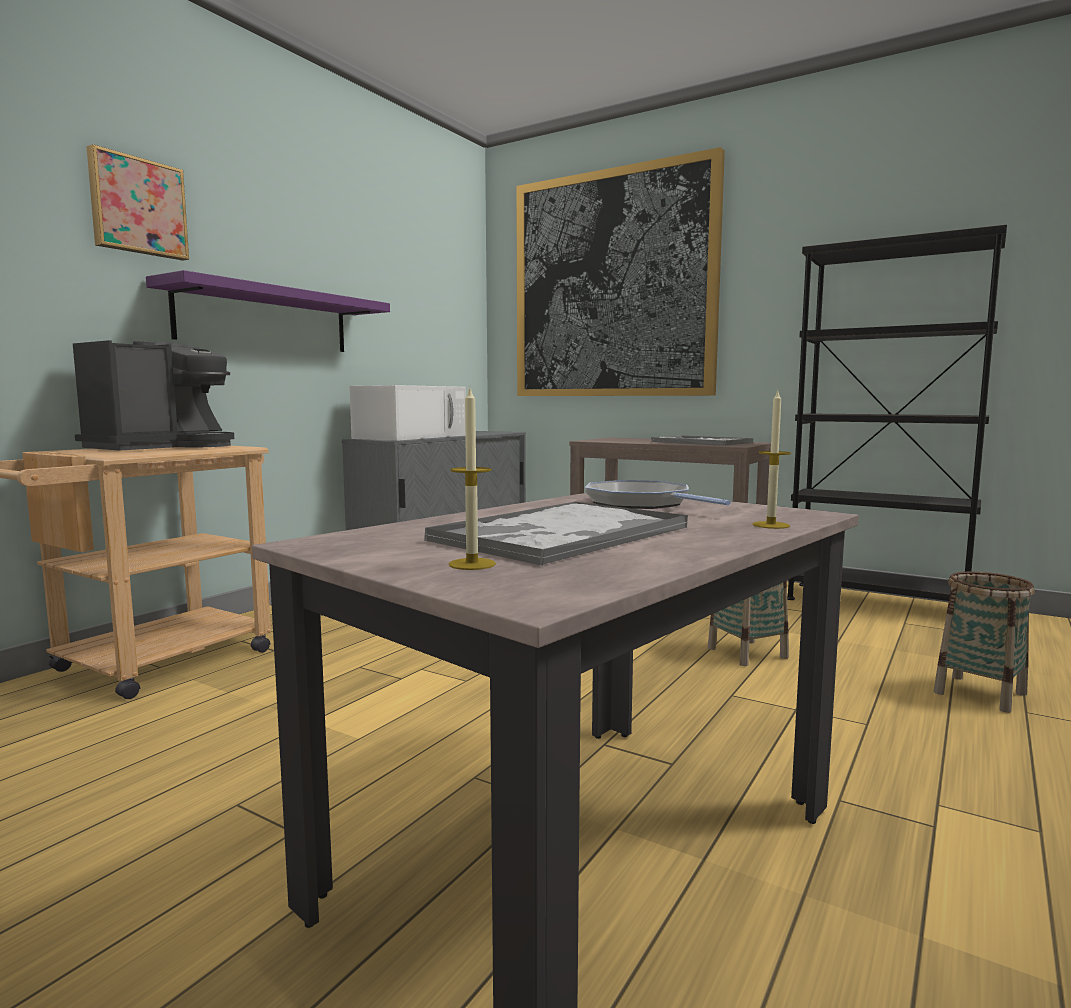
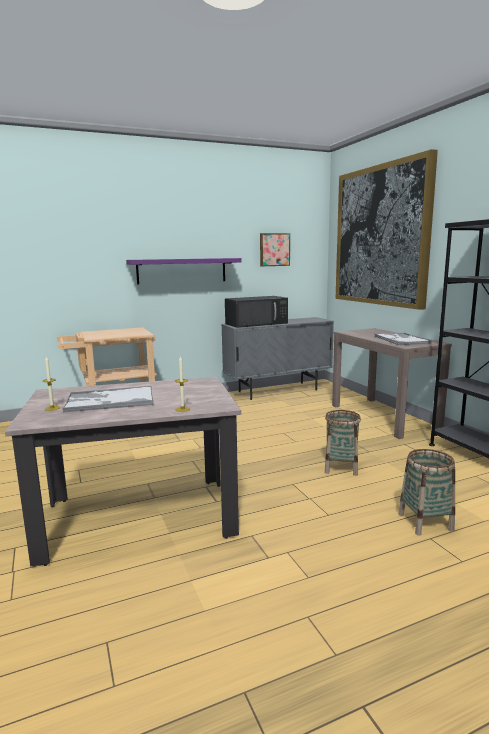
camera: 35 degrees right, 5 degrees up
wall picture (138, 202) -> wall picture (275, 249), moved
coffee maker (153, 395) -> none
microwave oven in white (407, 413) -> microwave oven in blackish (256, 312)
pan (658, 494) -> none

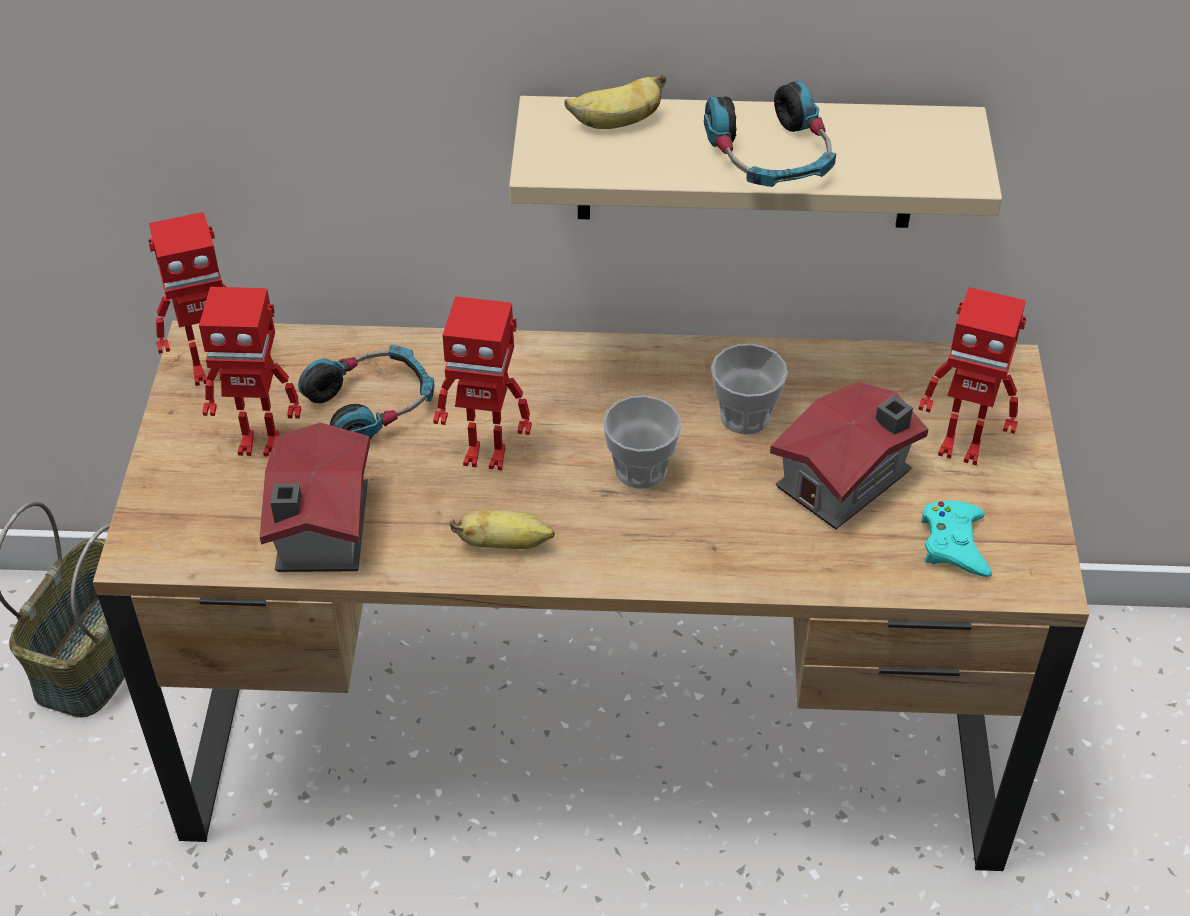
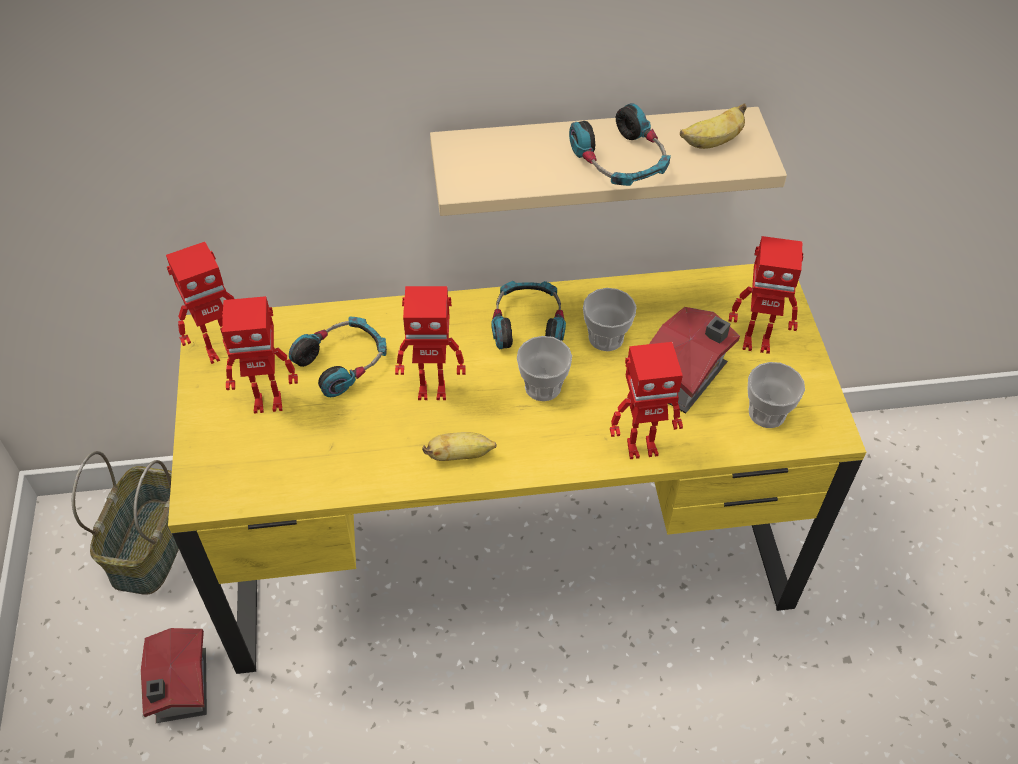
camera: 10 degrees left, 5 degrees up
banana fruit (615, 101) -> banana fruit (713, 126), moved
desk in brown-coloured (591, 596) -> desk in yellow (517, 469)
toy house (315, 497) -> toy house (174, 675), moved
game controller in blue-green (956, 538) -> small cup (776, 395)
none -> pair of headphones (528, 315)
none -> model robot (646, 400)

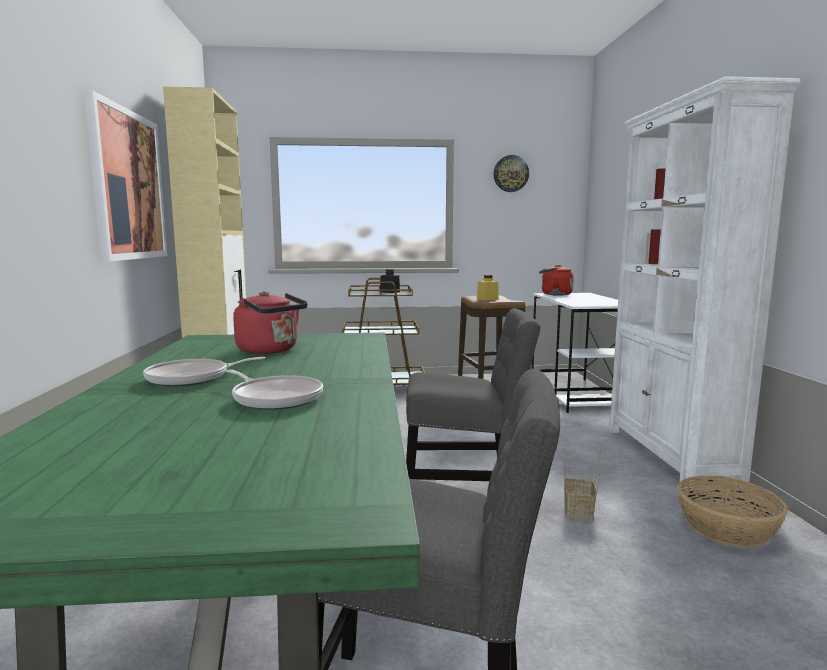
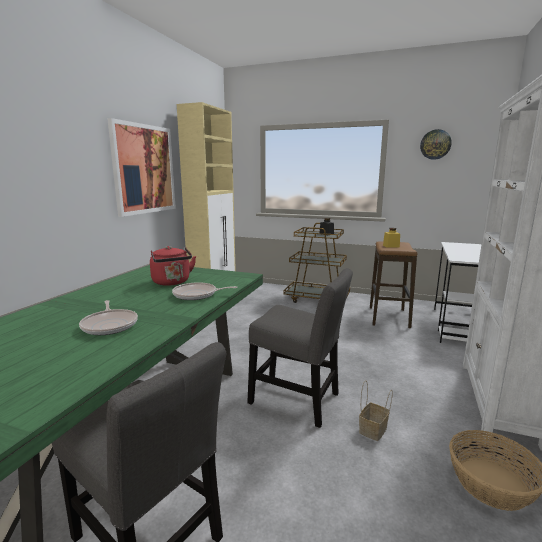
camera: 25 degrees right, 5 degrees up
kettle in red (556, 280) -> none
pan (204, 371) -> pan (205, 291), moved

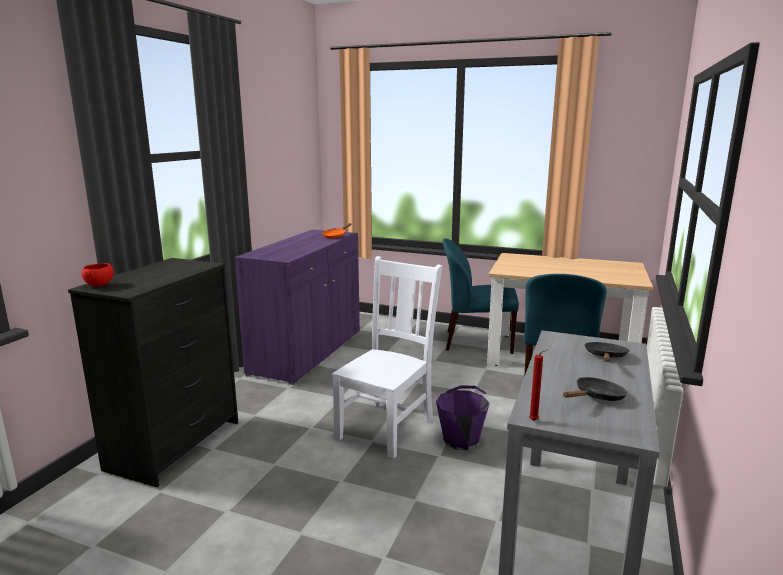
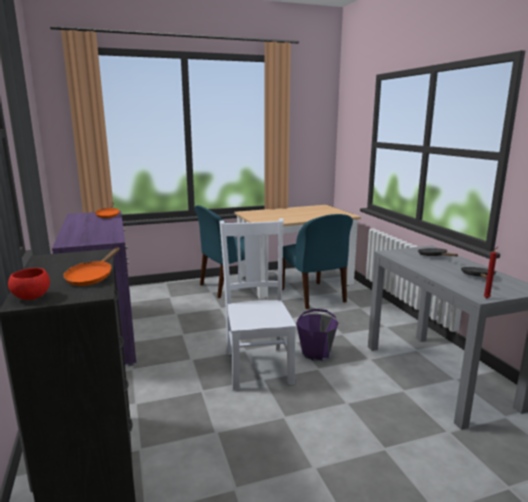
camera: 40 degrees left, 0 degrees up
none -> pan in orange-coloured (91, 266)

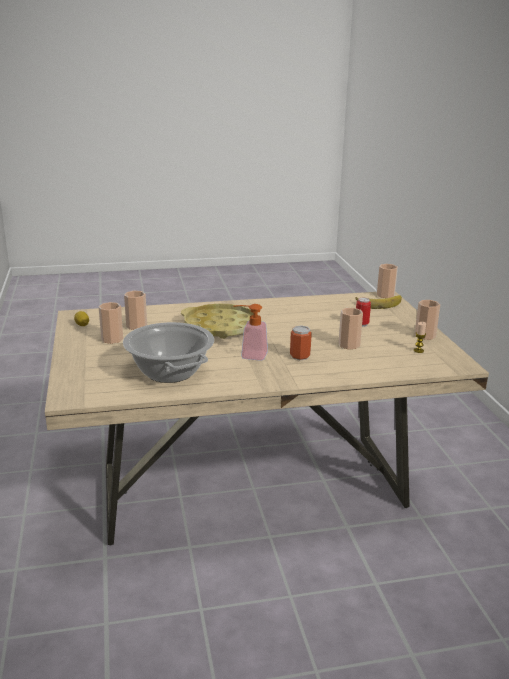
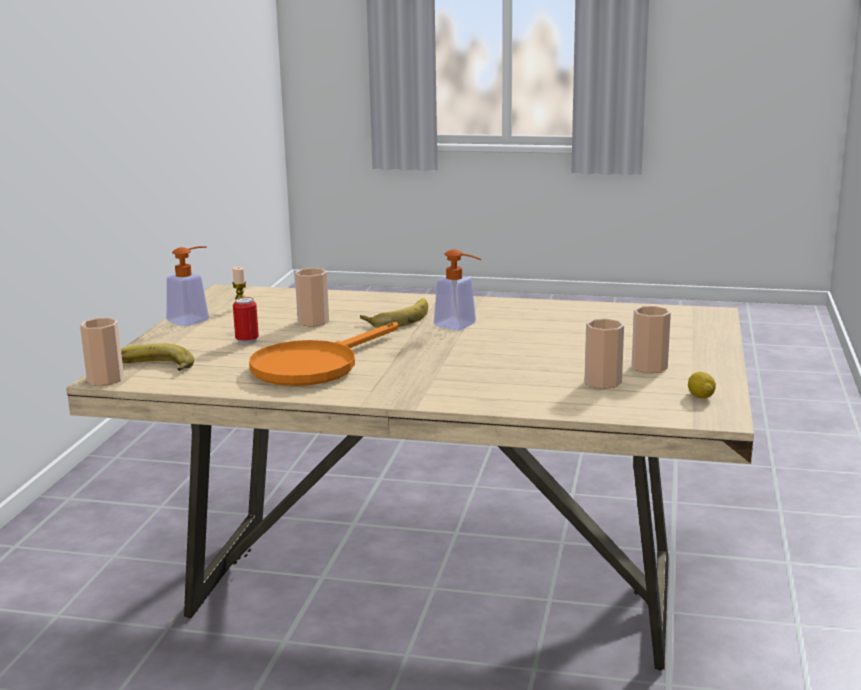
camera: 155 degrees left, 5 degrees down
small cup (427, 320) -> liquid soap bottle (187, 286)
carrying tray in yellow (217, 321) -> none
cooking pot (168, 352) -> none
metal can (301, 342) -> banana fruit (394, 313)
none -> pan in orange-coloured (323, 354)

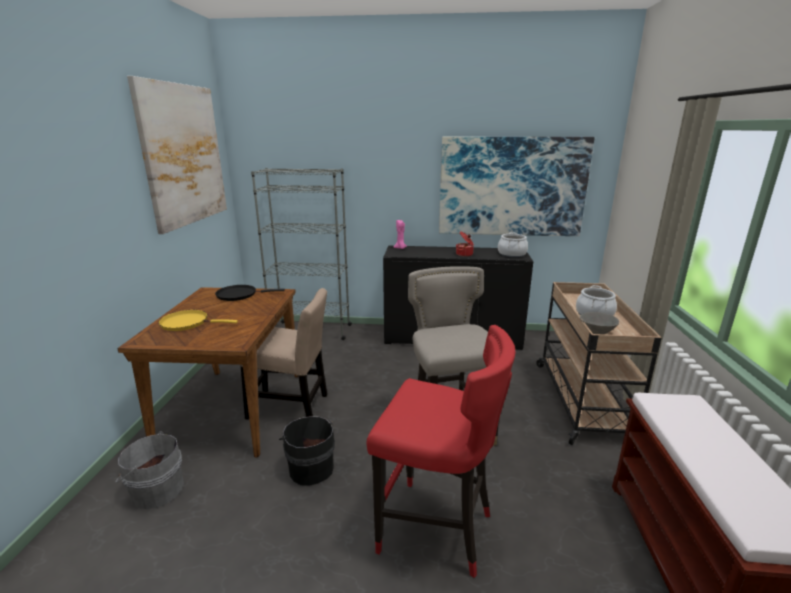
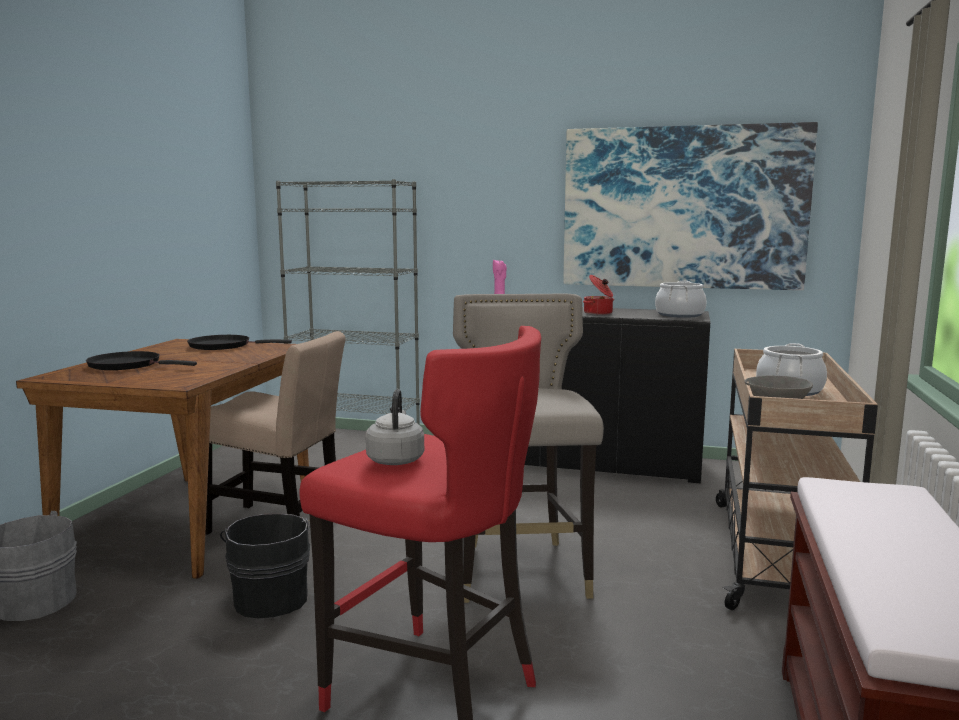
camera: 10 degrees right, 10 degrees down
wall picture (177, 155) -> none
pan in yellow (198, 320) -> pan in blackish (141, 360)
none -> kettle in gray (395, 427)

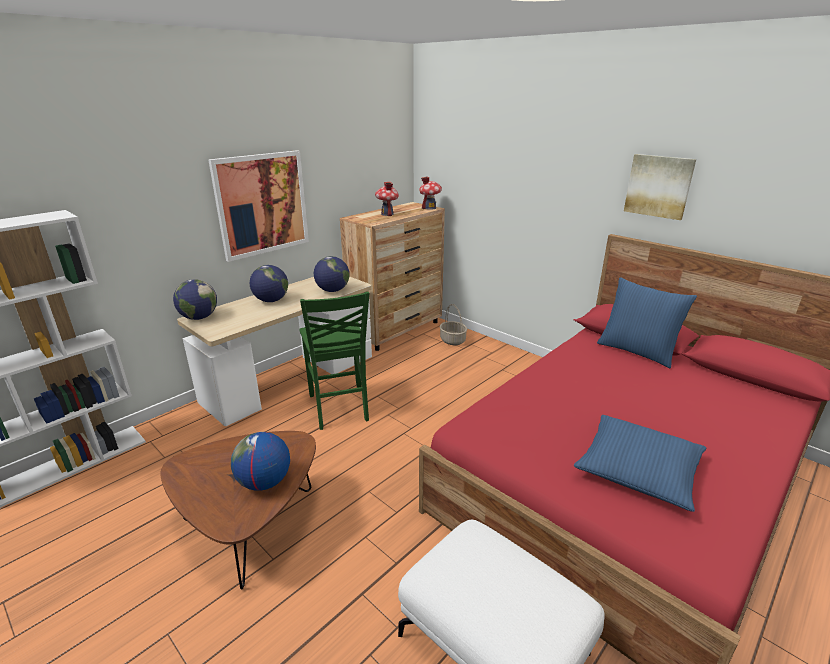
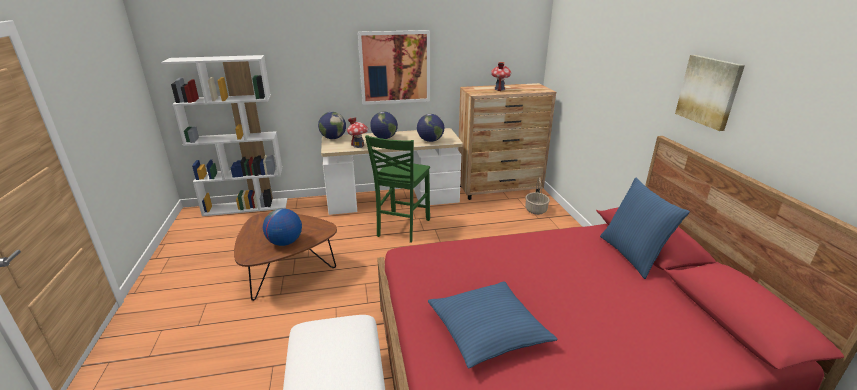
camera: 35 degrees right, 0 degrees up
toy house (430, 193) -> toy house (357, 132), moved

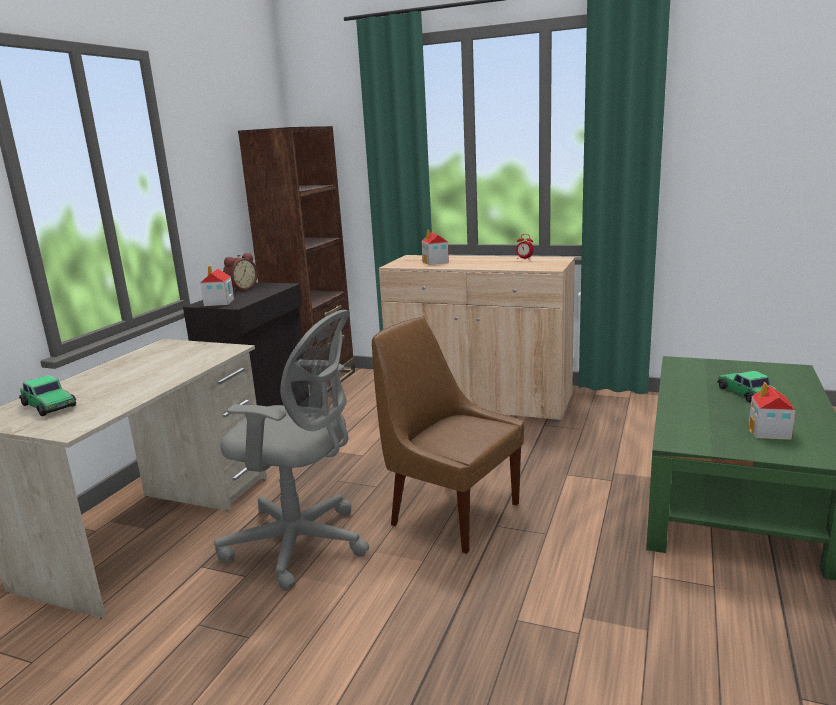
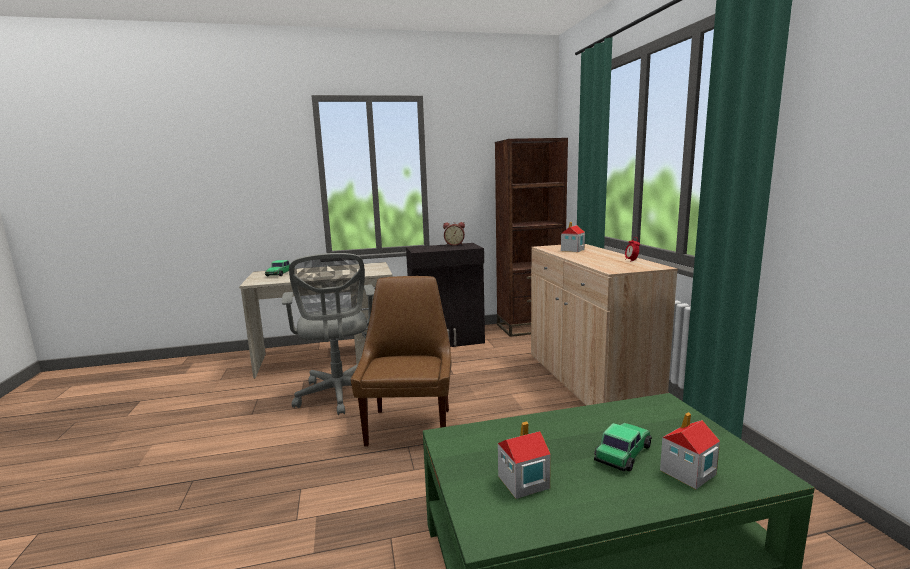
camera: 55 degrees right, 5 degrees down
toy house (217, 285) -> toy house (690, 450), moved

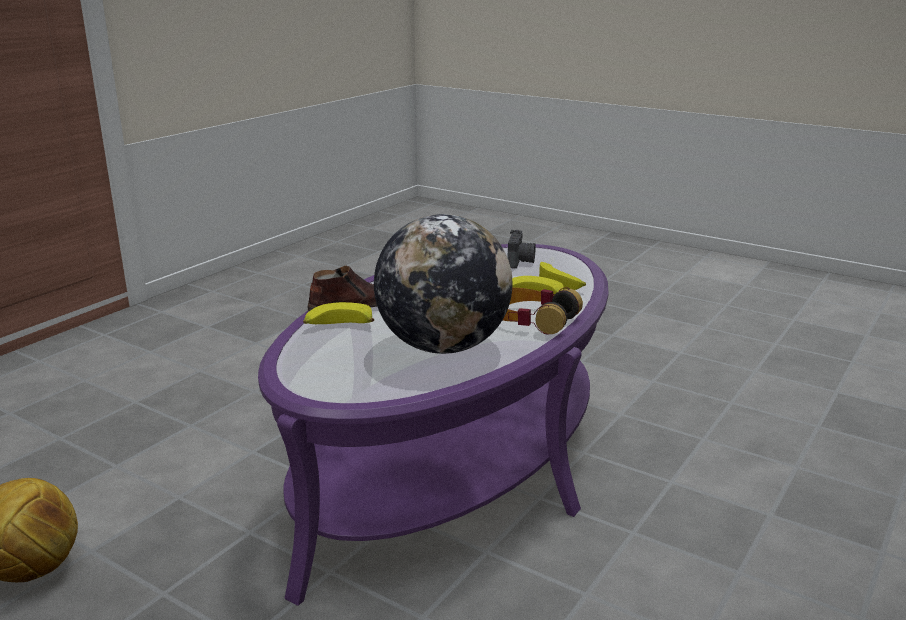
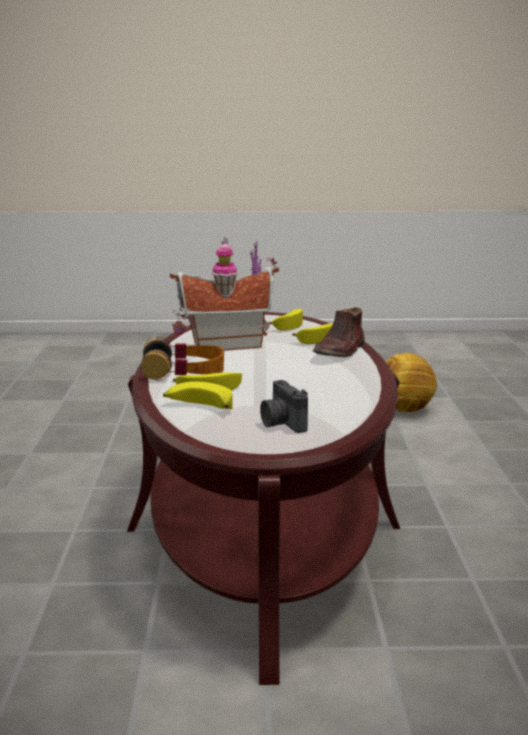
camera: 145 degrees right, 5 degrees down
globe (443, 284) -> toy house (224, 293)
lounge table in purplish (433, 425) -> lounge table in brown-coloured (263, 498)
none -> banana fruit (286, 320)

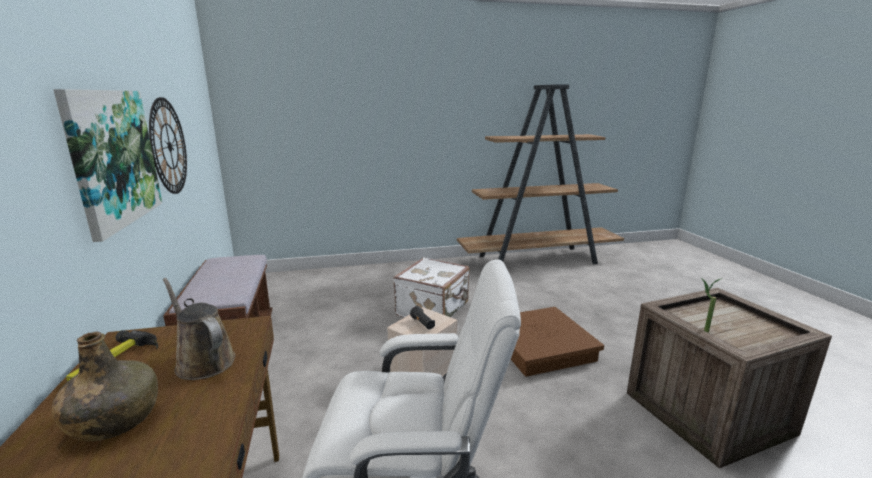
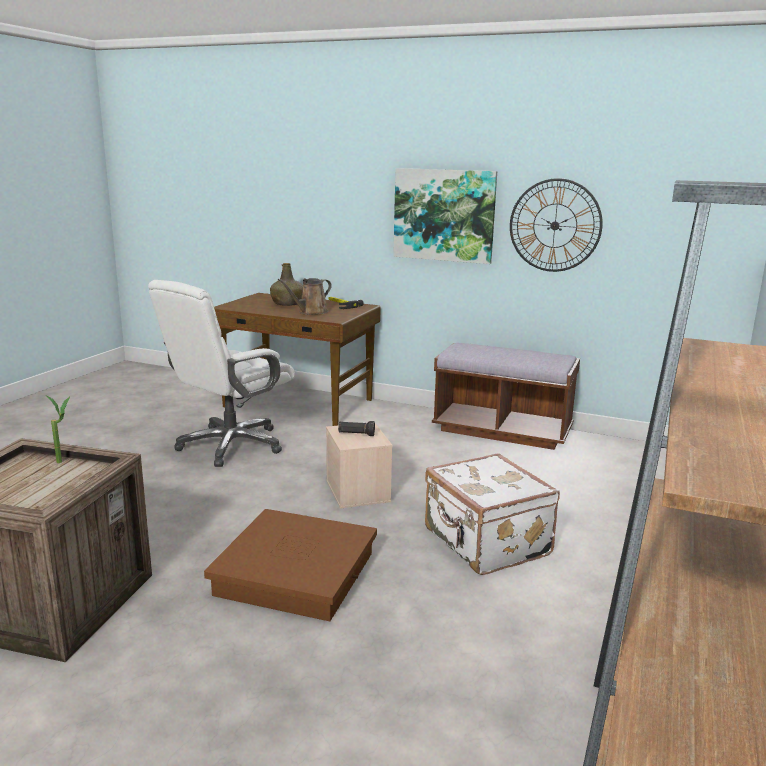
camera: 125 degrees right, 0 degrees up
watering can in brown-coloured (199, 329) -> watering can in brown-coloured (305, 296), 150 degrees clockwise

